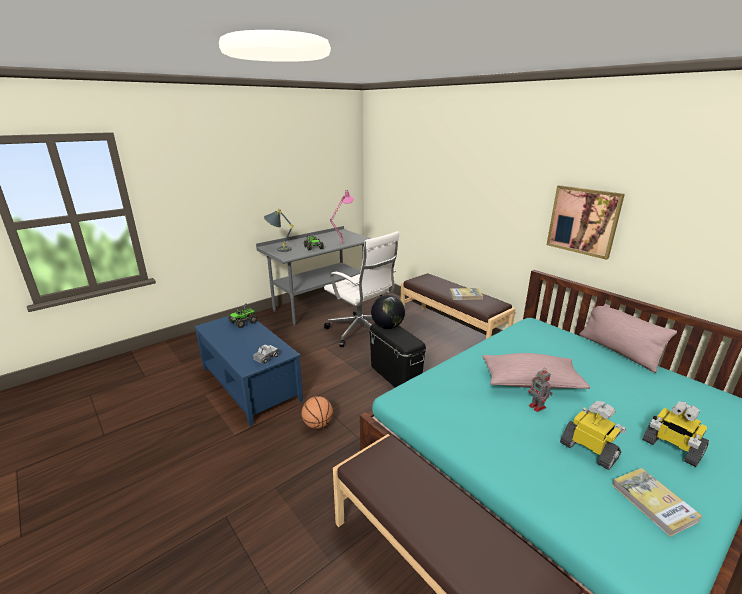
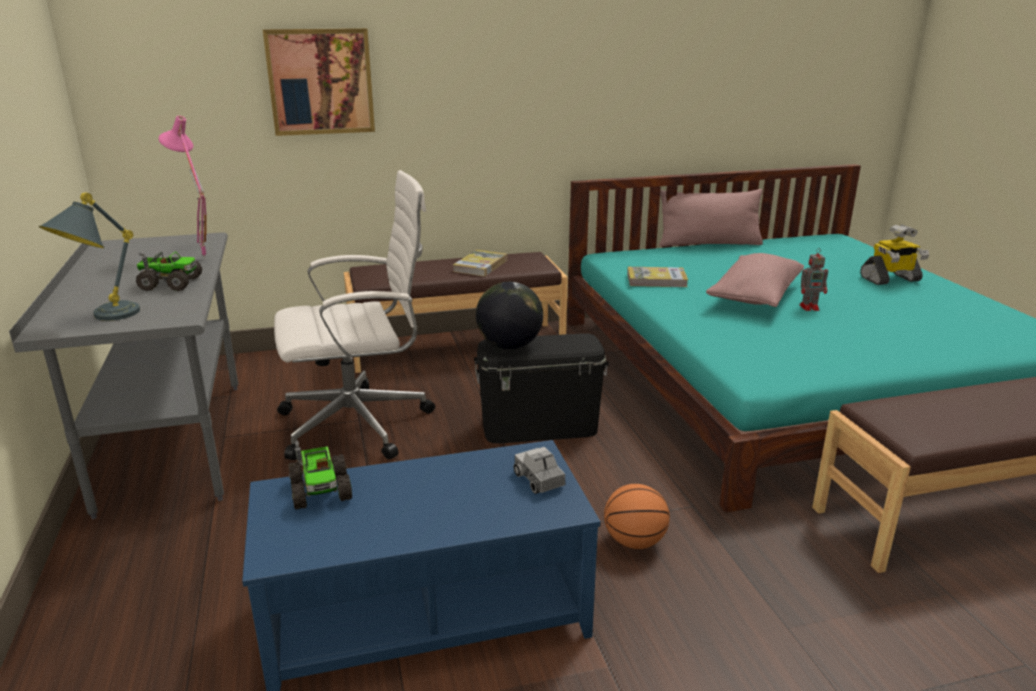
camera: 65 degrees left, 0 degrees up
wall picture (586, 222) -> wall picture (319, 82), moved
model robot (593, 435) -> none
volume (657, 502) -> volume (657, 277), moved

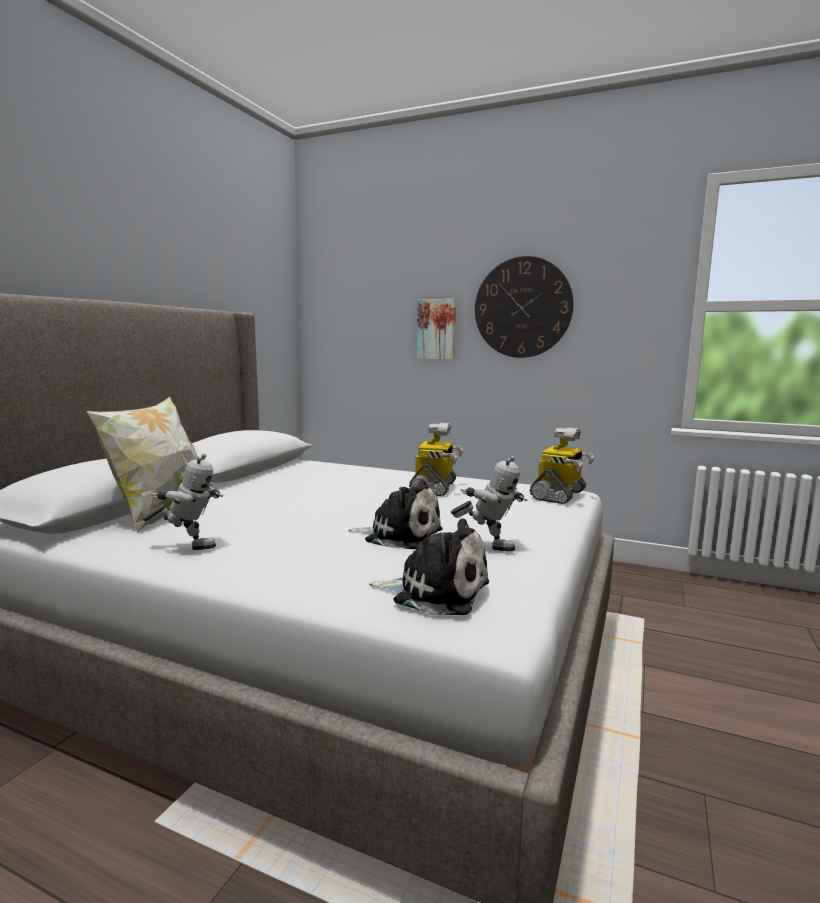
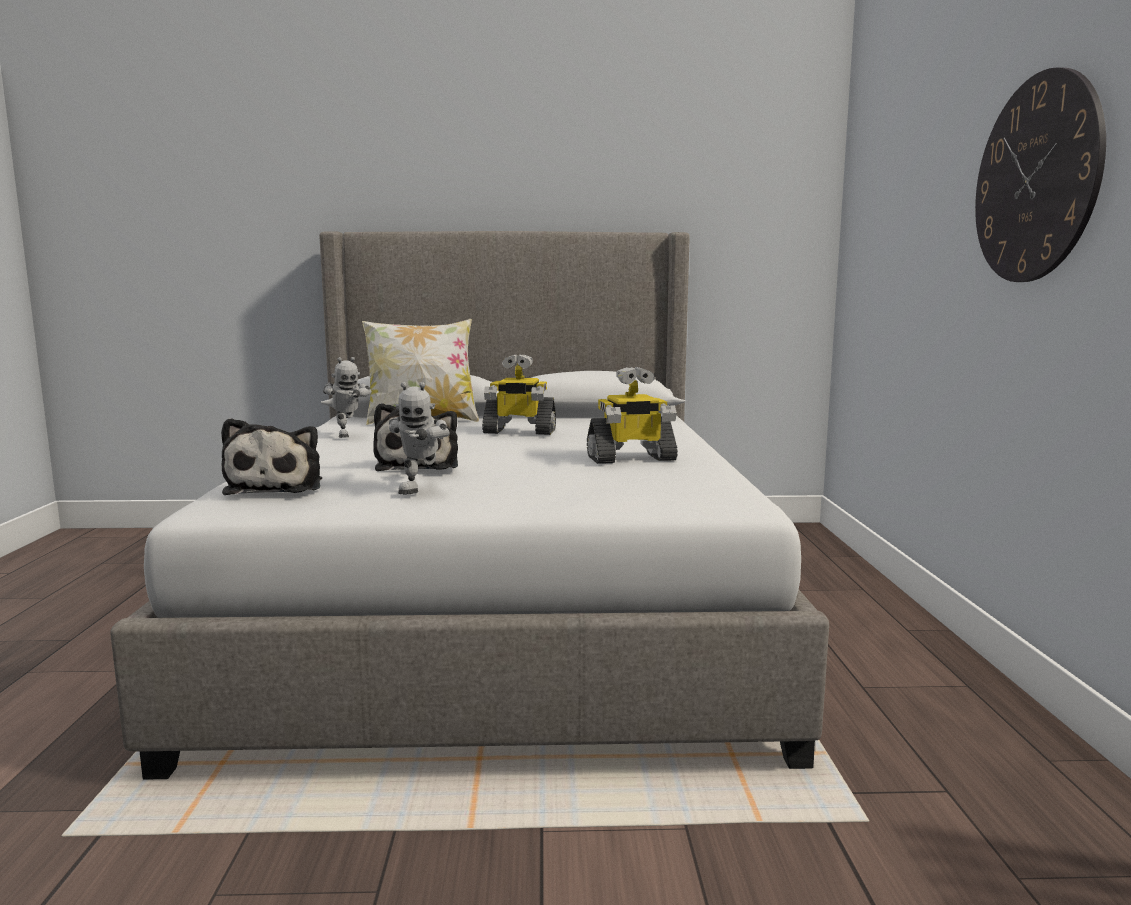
camera: 65 degrees right, 0 degrees up
wall picture (436, 329) -> none
model robot (562, 465) -> model robot (519, 394), moved

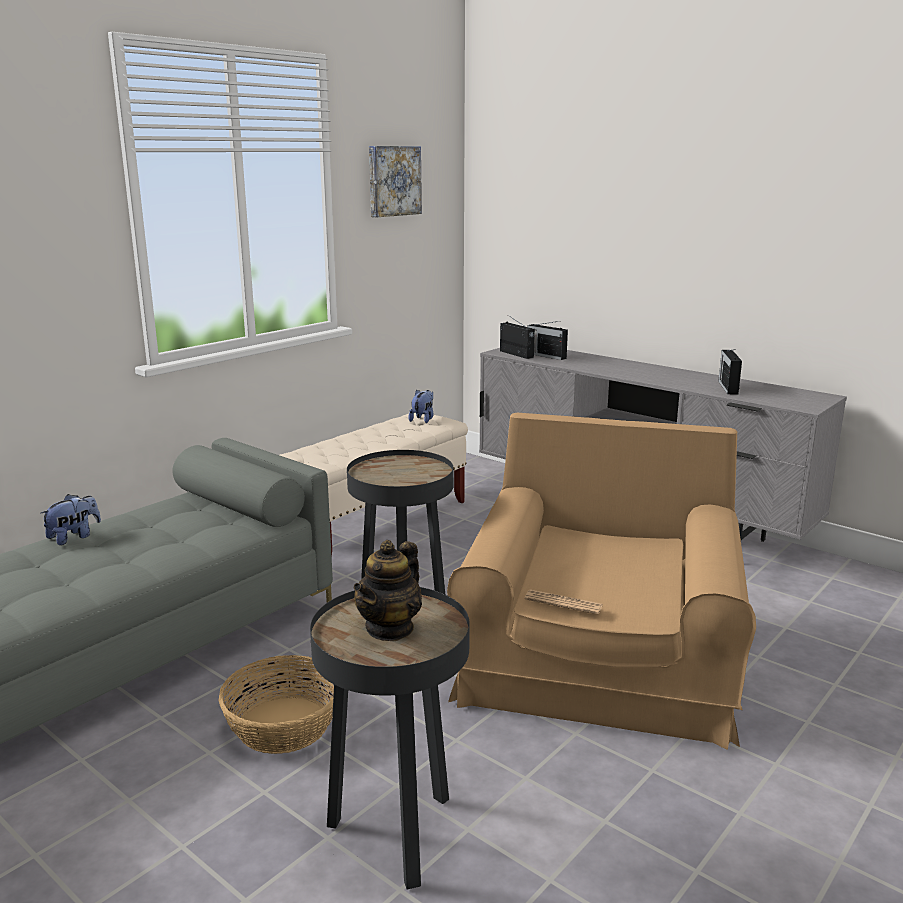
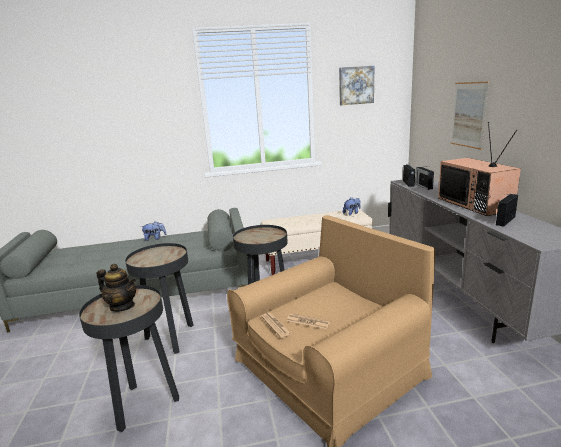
camera: 40 degrees right, 0 degrees up
pot for tea (387, 590) -> pot for tea (116, 288), 135 degrees counterclockwise
basket (276, 704) -> accent table in blackish (159, 298)
none -> wall picture (470, 115)
none -> TV set (479, 169)
none -> newspaper (308, 321)

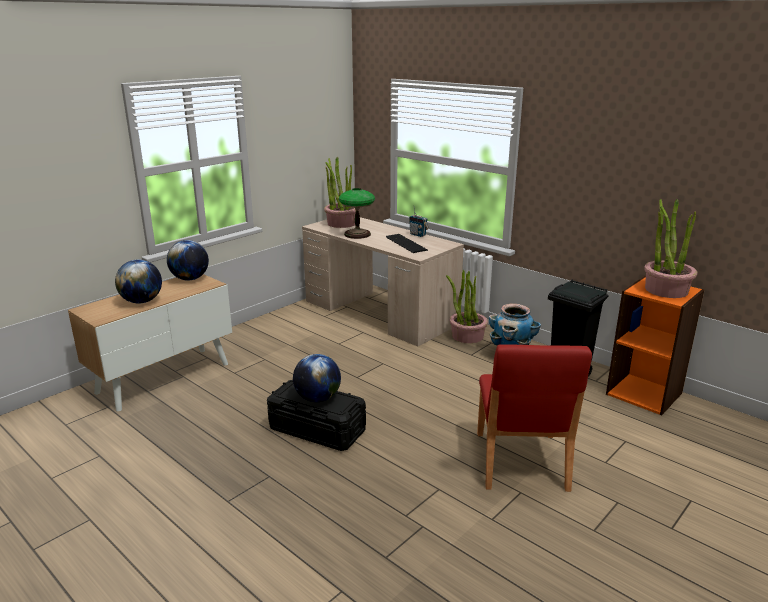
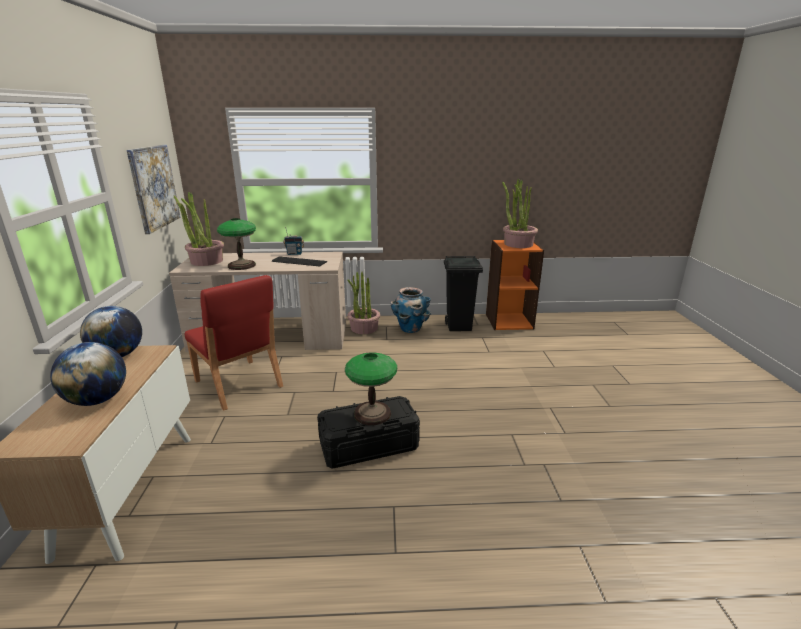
camera: 45 degrees left, 0 degrees up
plain chair in red (534, 418) -> plain chair in red (233, 343), moved
globe (317, 378) -> tabletop lamp (371, 388)
none -> wall picture (153, 189)

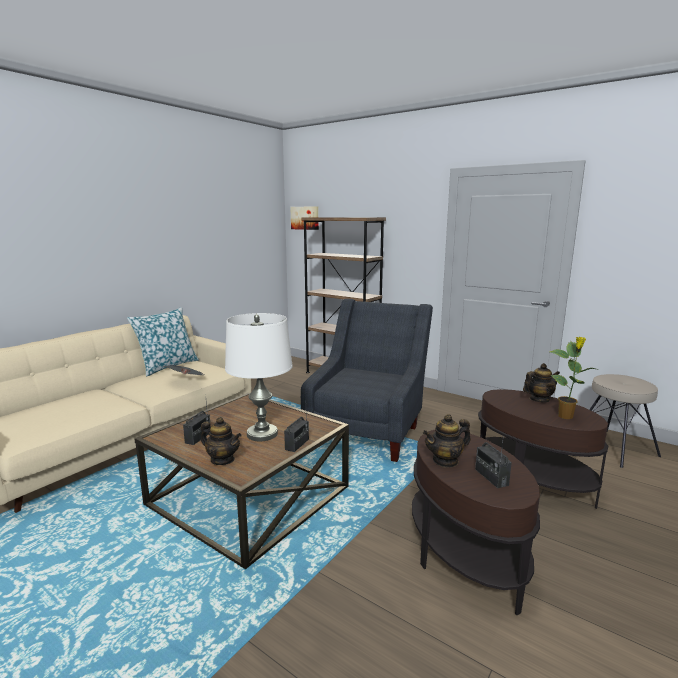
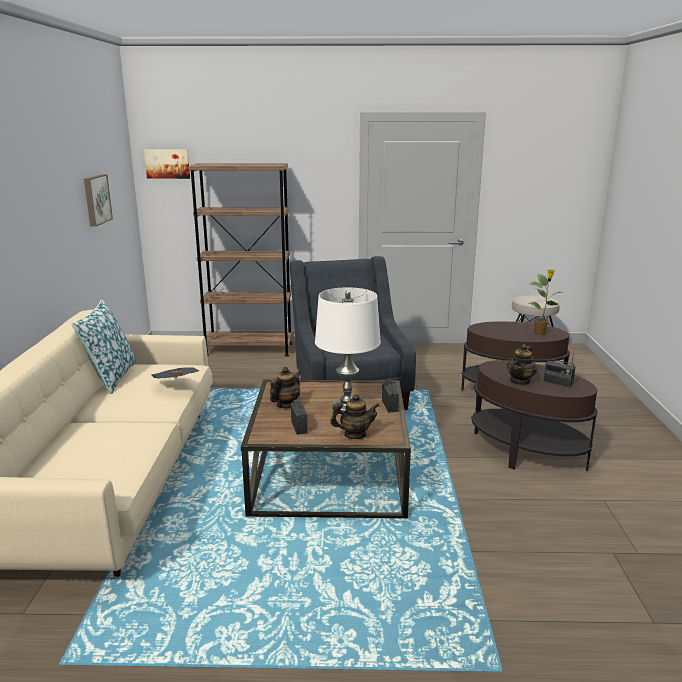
camera: 35 degrees left, 5 degrees up
pot for tea (541, 382) -> pot for tea (285, 387), moved
none -> wall picture (98, 200)

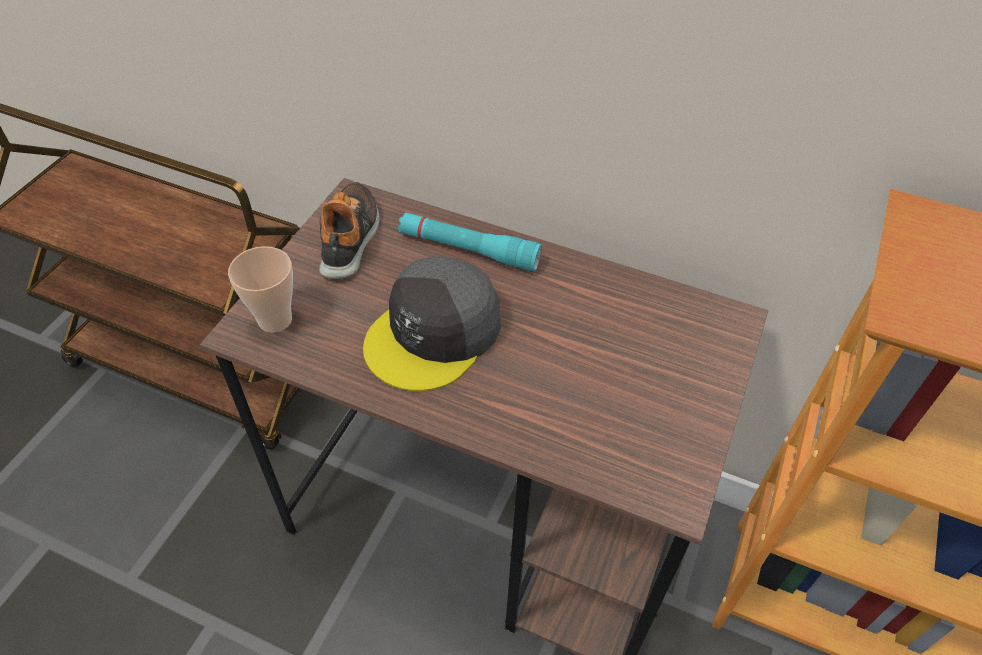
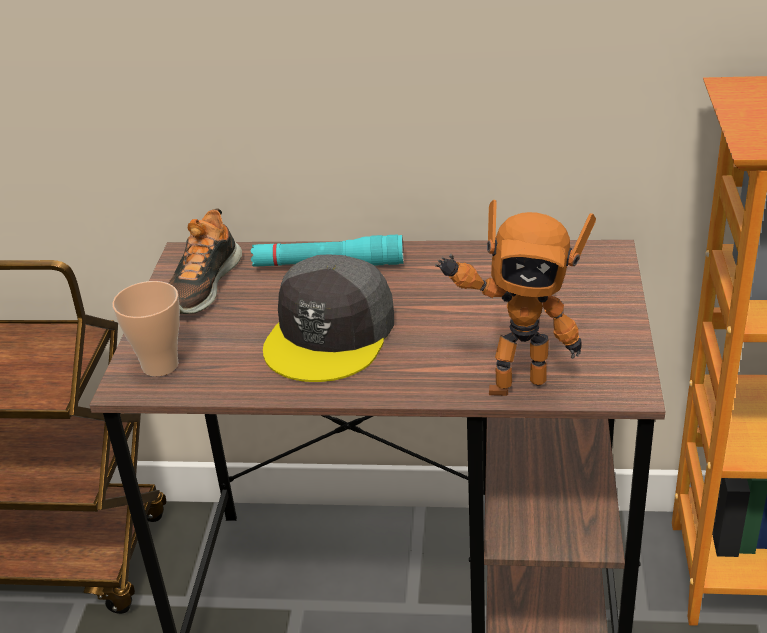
camera: 15 degrees left, 15 degrees down
item of footwear (349, 230) -> item of footwear (205, 261), 150 degrees counterclockwise
none -> model robot (515, 298)

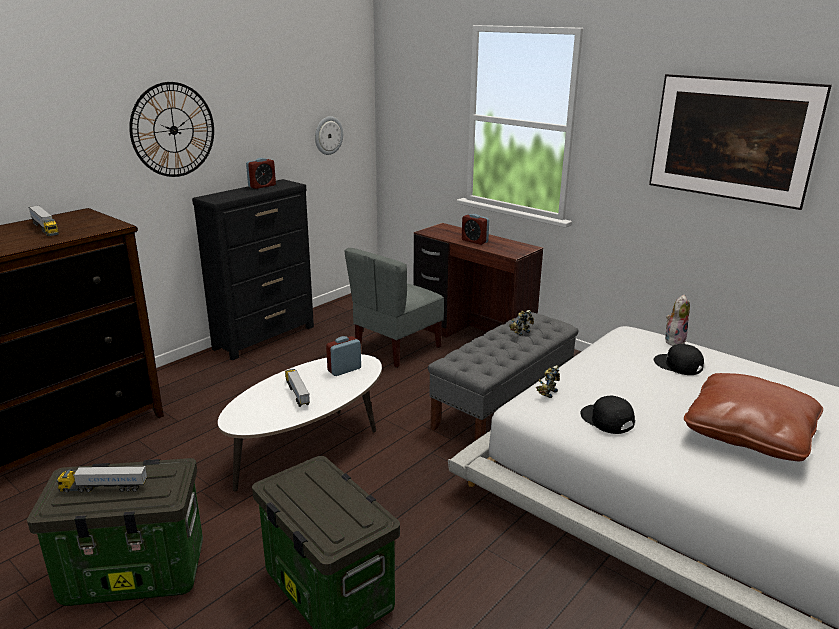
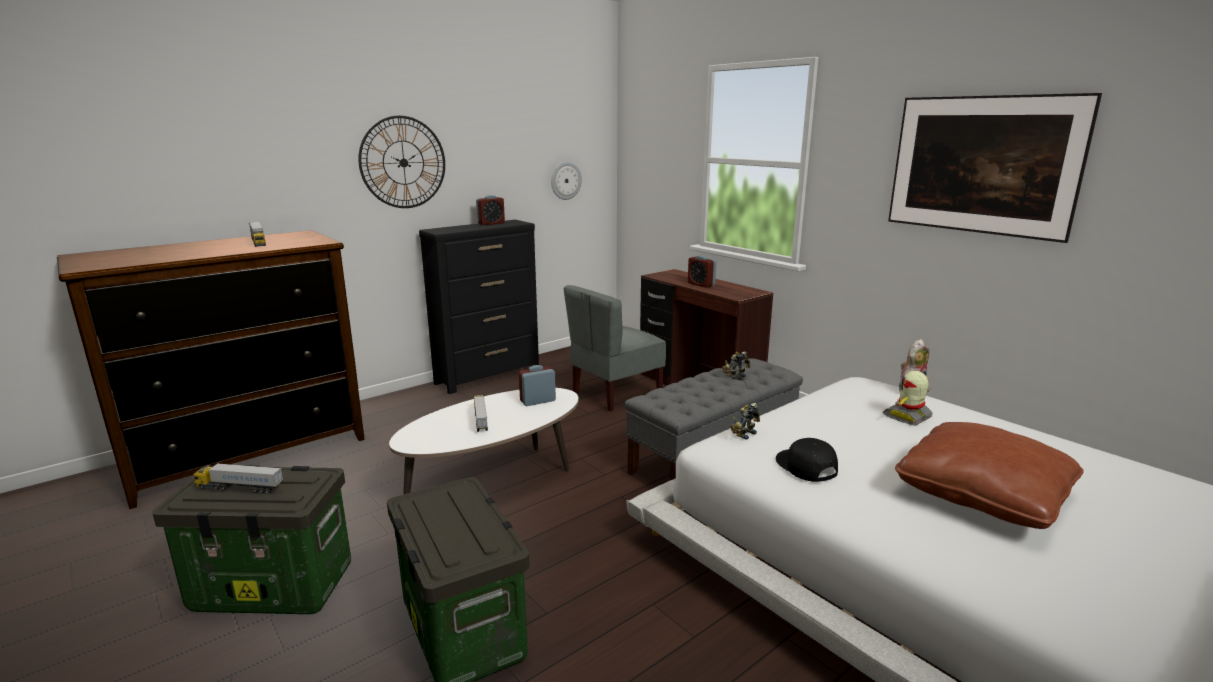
camera: 10 degrees right, 5 degrees down
cap in blackish (679, 359) -> model robot (908, 398)

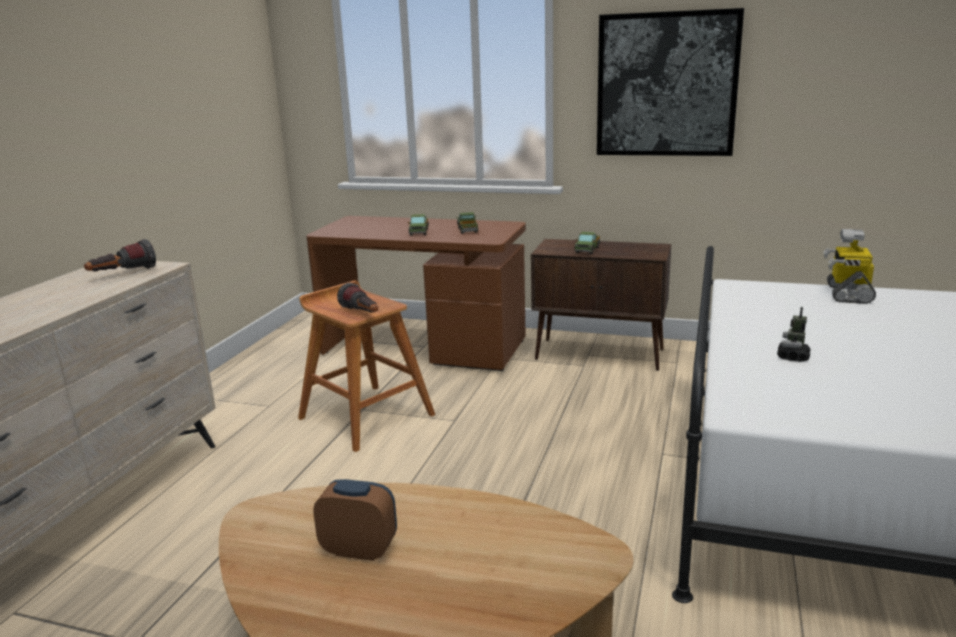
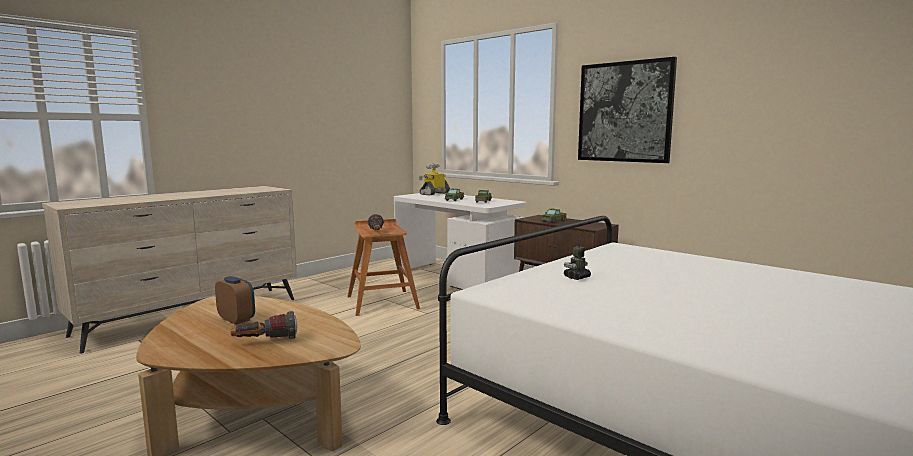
camera: 25 degrees right, 10 degrees down
desk in brown-coloured (416, 293) -> desk in white (460, 241)
model robot (849, 266) -> model robot (434, 179), moved
hand torch (120, 255) -> hand torch (264, 325), moved

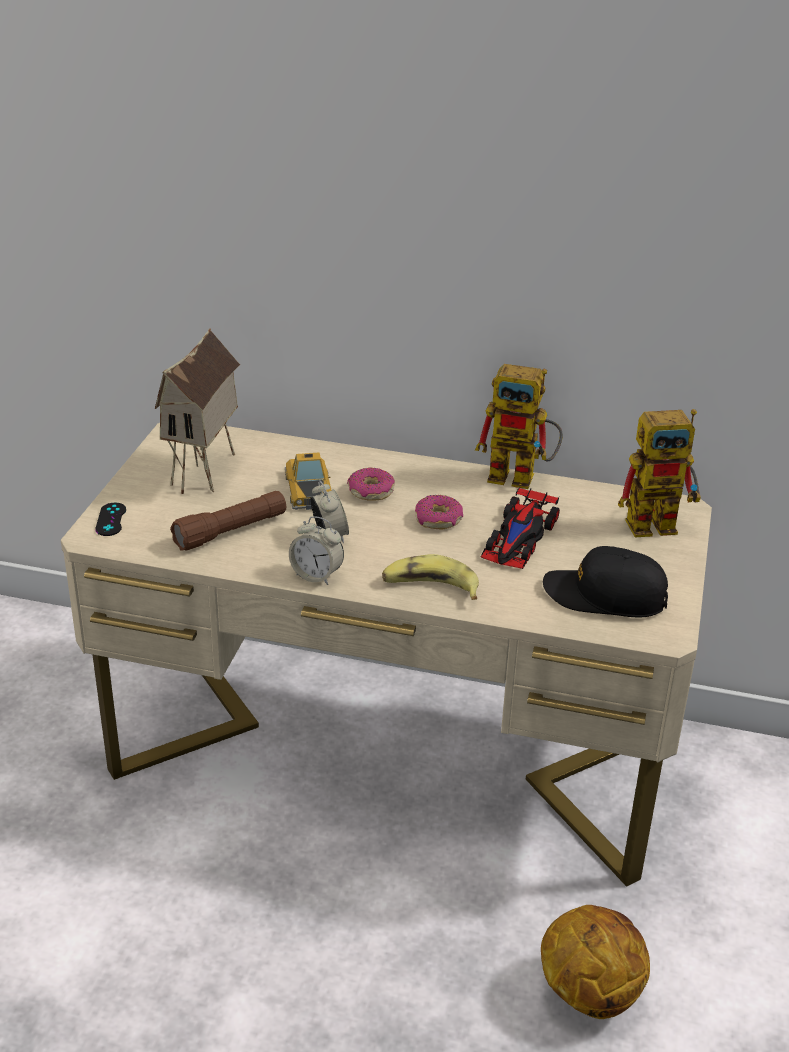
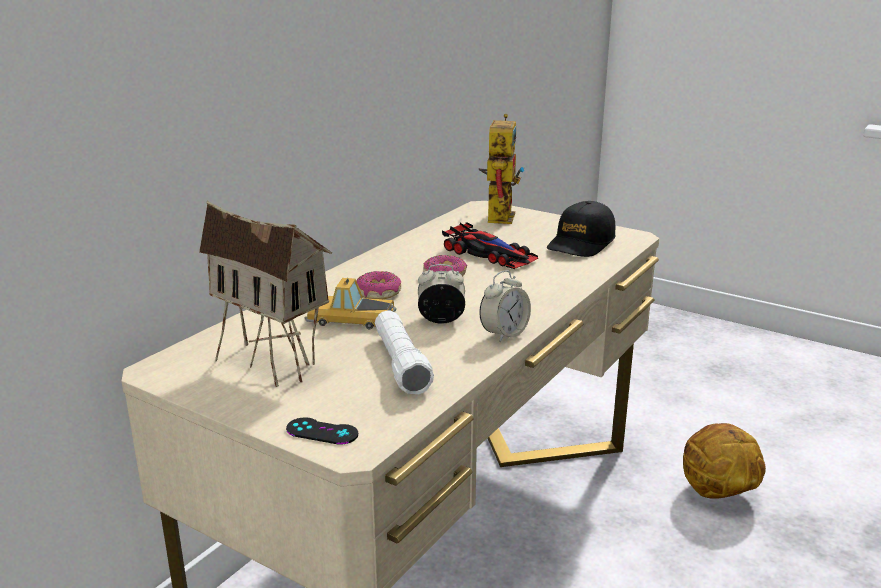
camera: 70 degrees left, 10 degrees down
model robot (519, 426) -> none
hand torch in brown-coloured (228, 521) -> hand torch in white (404, 352)
banana fruit (430, 577) -> none

